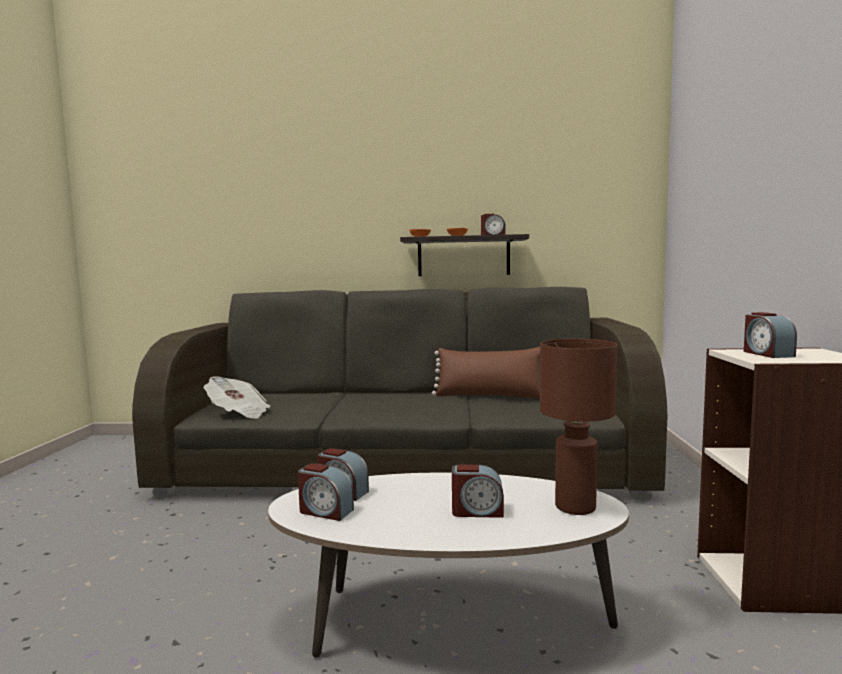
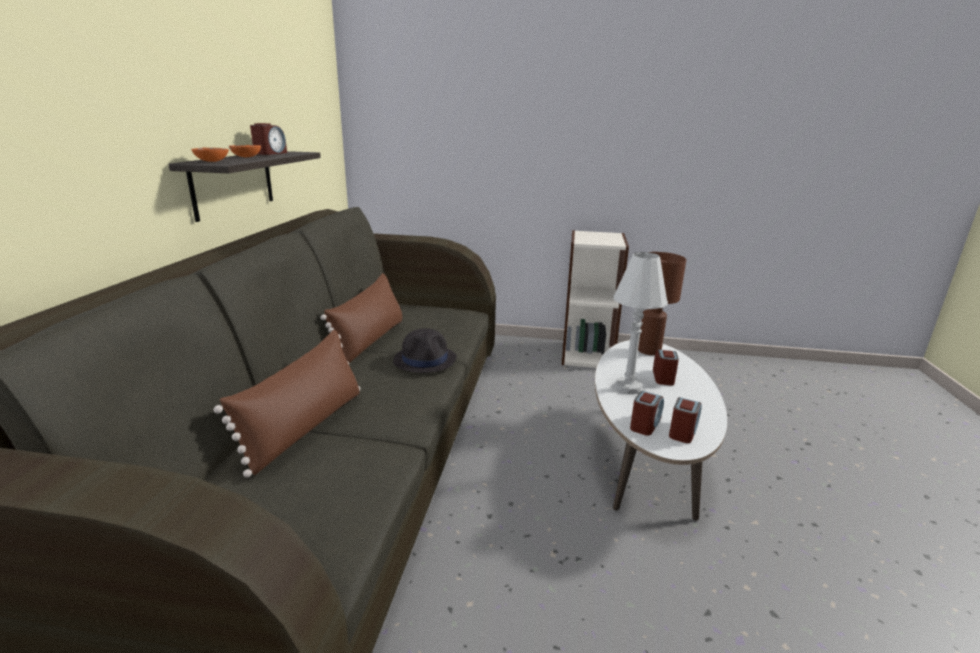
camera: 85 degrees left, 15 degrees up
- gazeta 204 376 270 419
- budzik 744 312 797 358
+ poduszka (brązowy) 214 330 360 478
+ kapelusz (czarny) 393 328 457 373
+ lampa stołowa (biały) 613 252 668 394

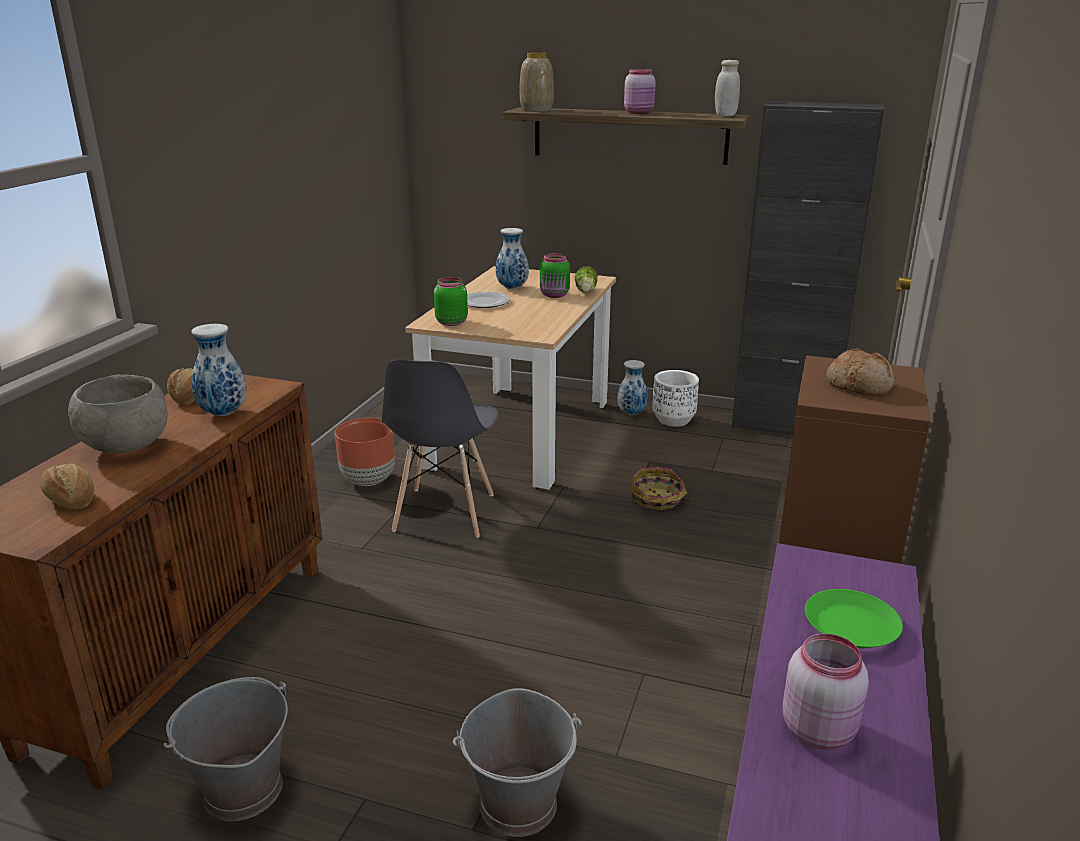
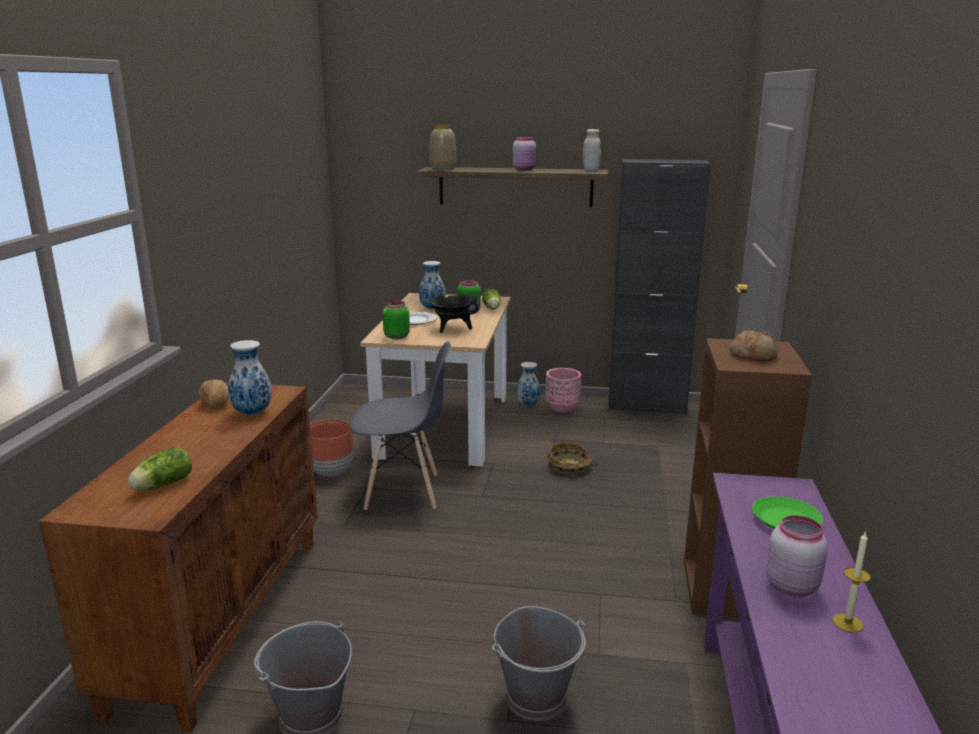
camera: 10 degrees left, 5 degrees down
- miska (szary) 68 375 168 453
+ garnek (czarny) 430 294 478 333
+ świeca 833 532 871 633
~ chleb 40 464 94 509 to sałata 128 447 192 490
~ donica (biały) 652 370 699 427 to donica (różowy) 545 368 581 412
~ krzesło (szary) 382 360 499 538 = 349 341 451 510 90 degrees counterclockwise

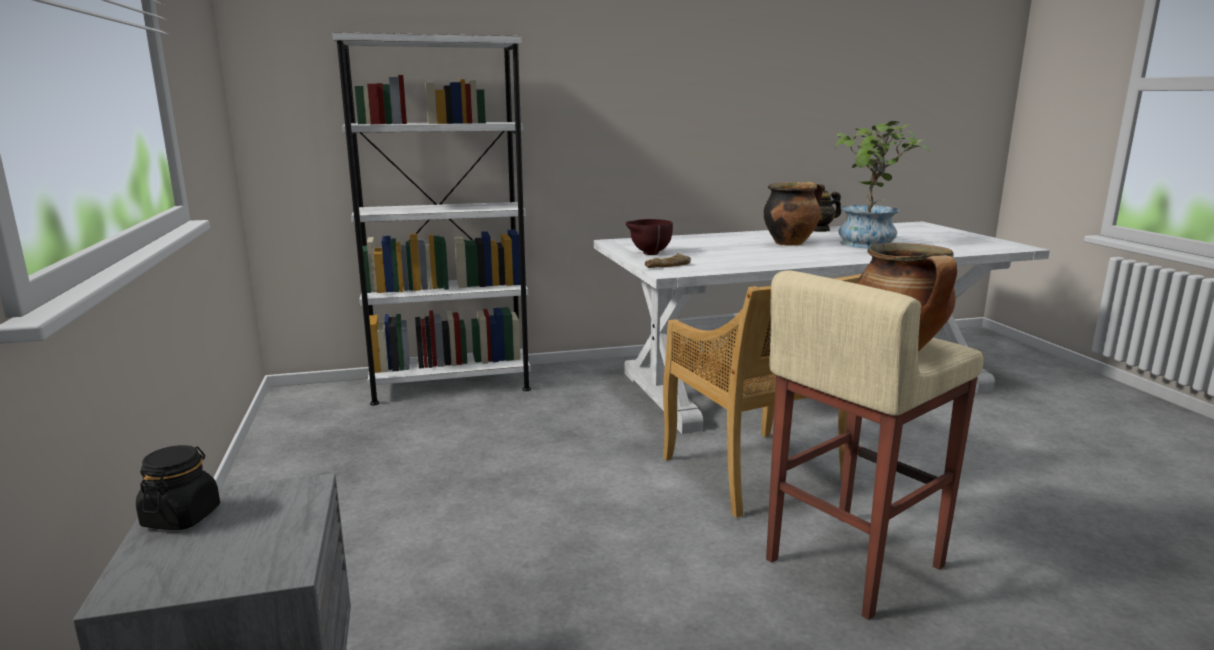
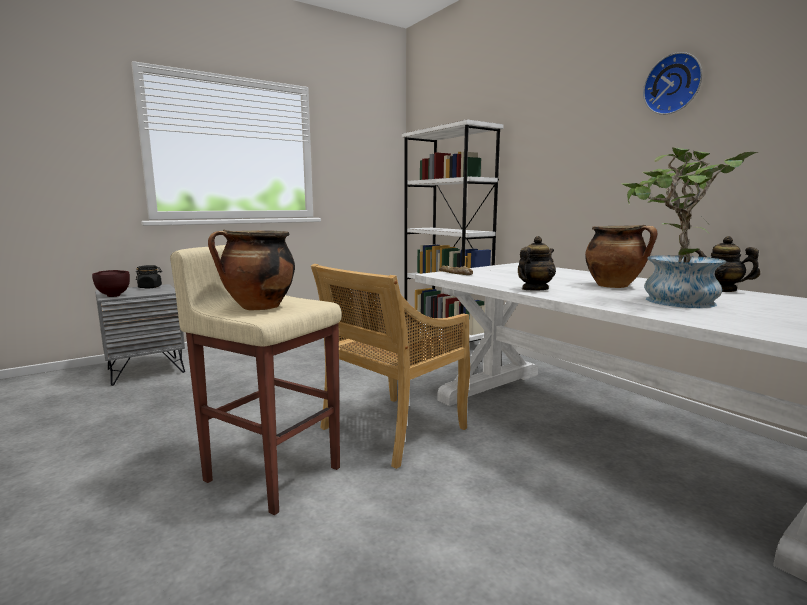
camera: 70 degrees right, 5 degrees down
+ imbryk 518 236 556 291
+ zegar ścienny 643 52 702 115
~ miska (brązowy) 626 219 673 255 to 92 270 130 297

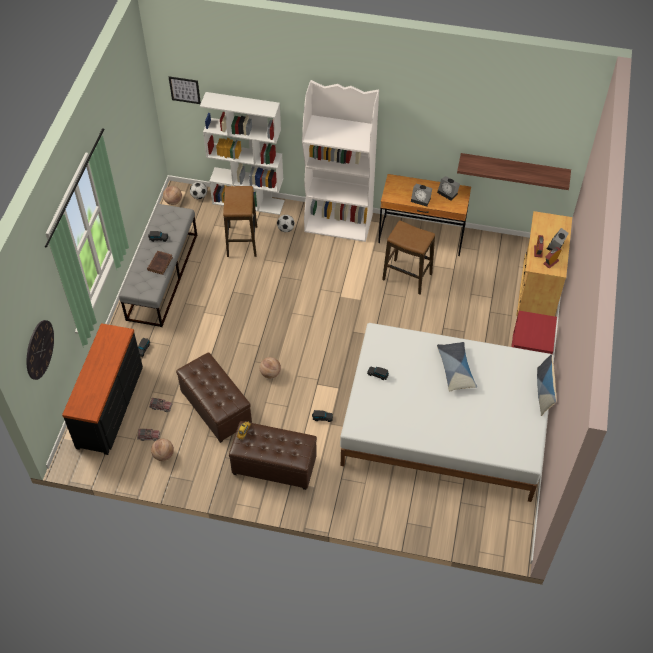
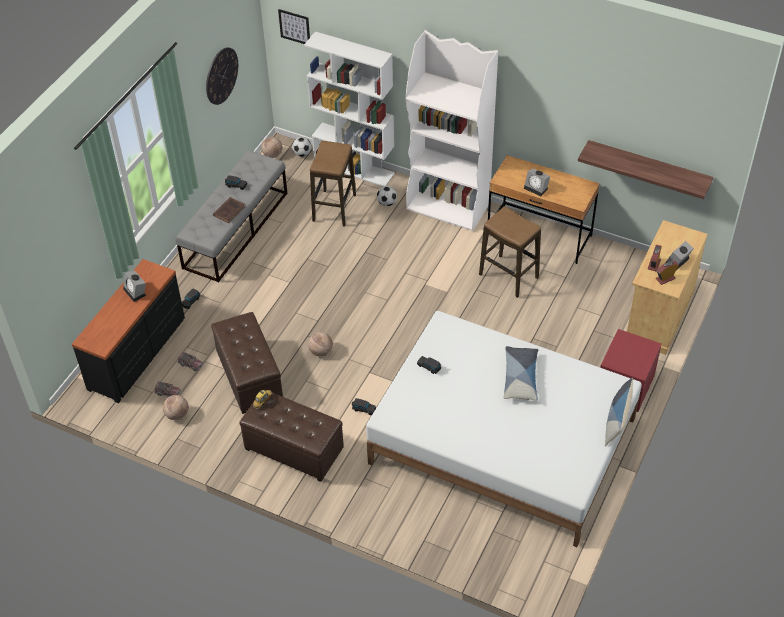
camera: 15 degrees right, 5 degrees down
~ zegar ścienny 27 320 54 380 to 206 47 238 105
~ budzik 437 176 460 201 to 123 271 146 302

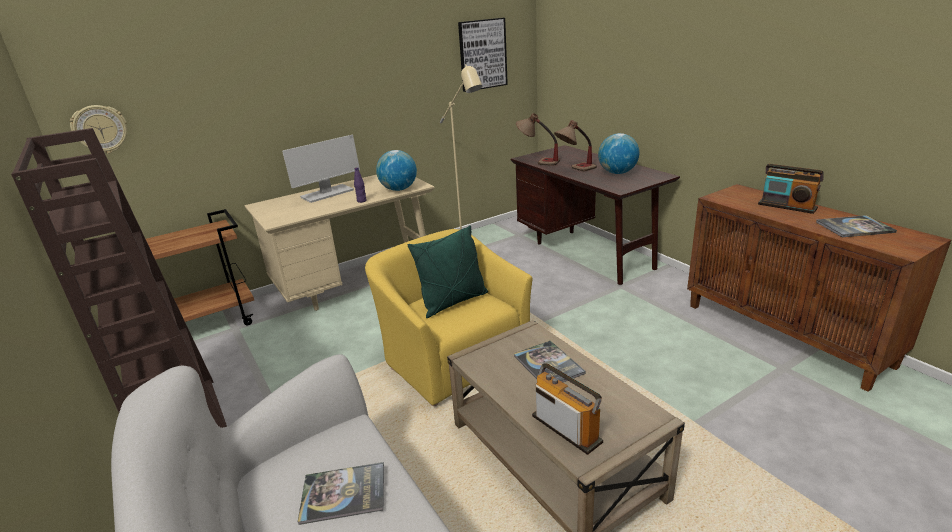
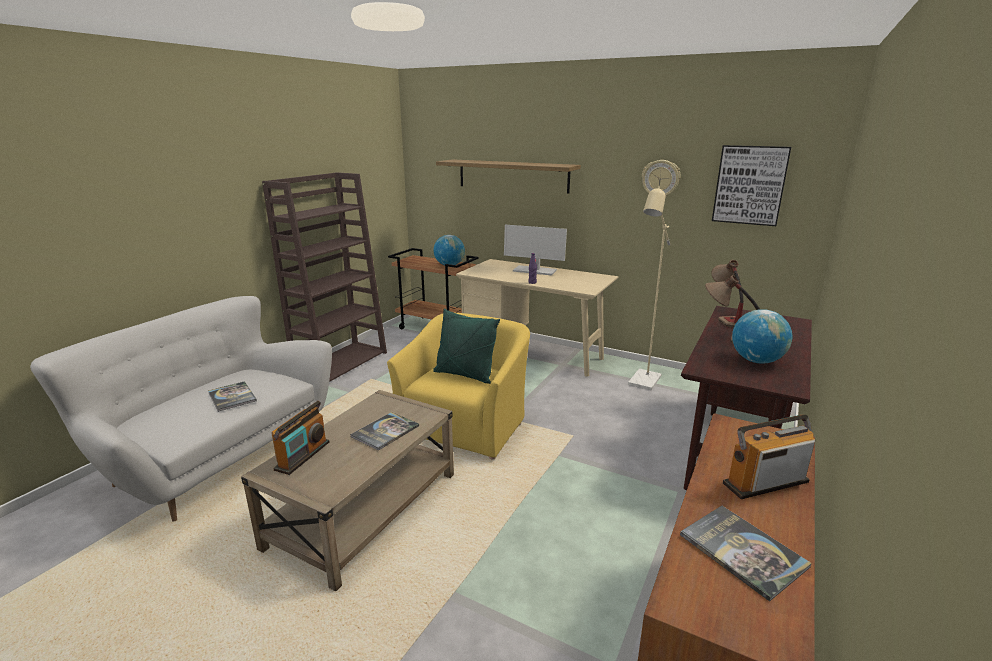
camera: 60 degrees right, 5 degrees down
+ półka 436 159 581 193
~ zegar ścienny 70 105 127 154 to 642 160 680 198
~ globus 376 150 417 191 to 434 235 465 265
~ radio 758 164 824 214 = 723 415 815 499 60 degrees clockwise

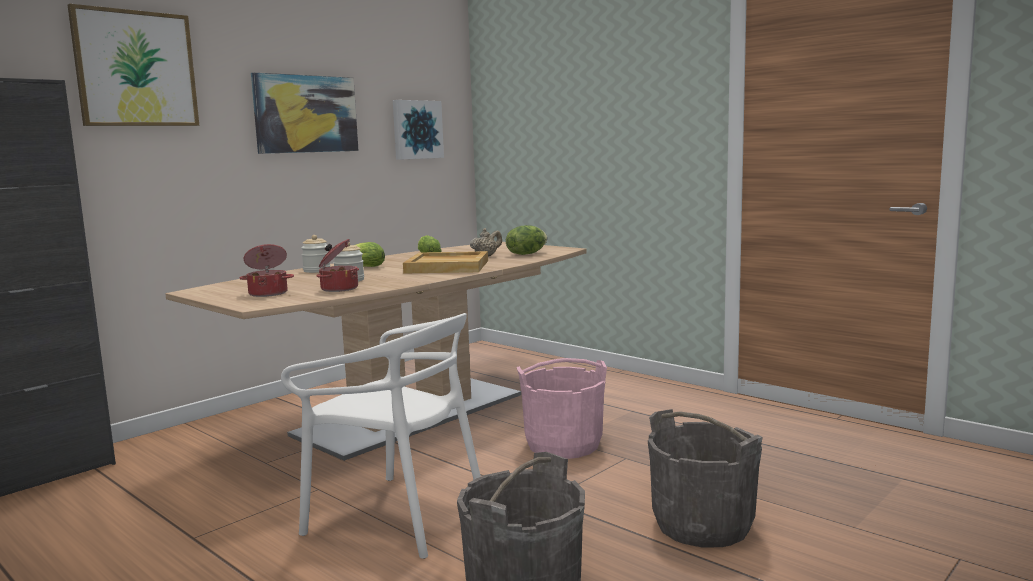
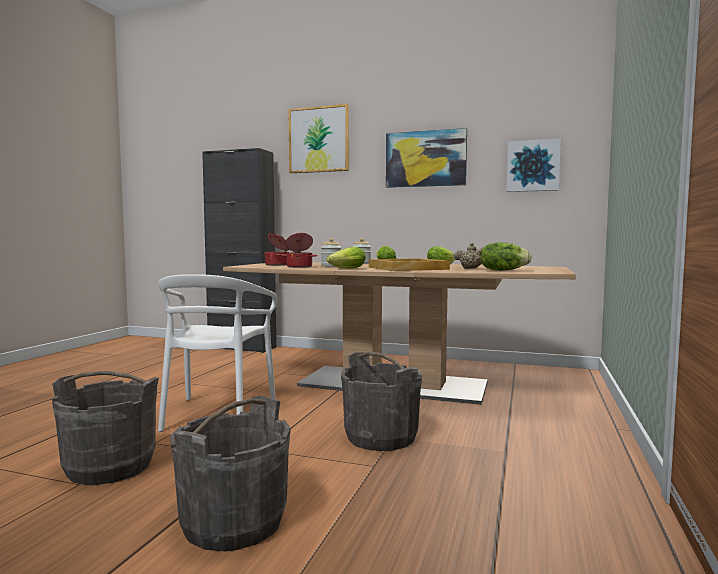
camera: 65 degrees right, 5 degrees down
+ sałata 327 247 366 269
~ wiadro (różowy) 517 358 607 459 to wiadro (szary) 341 352 422 451

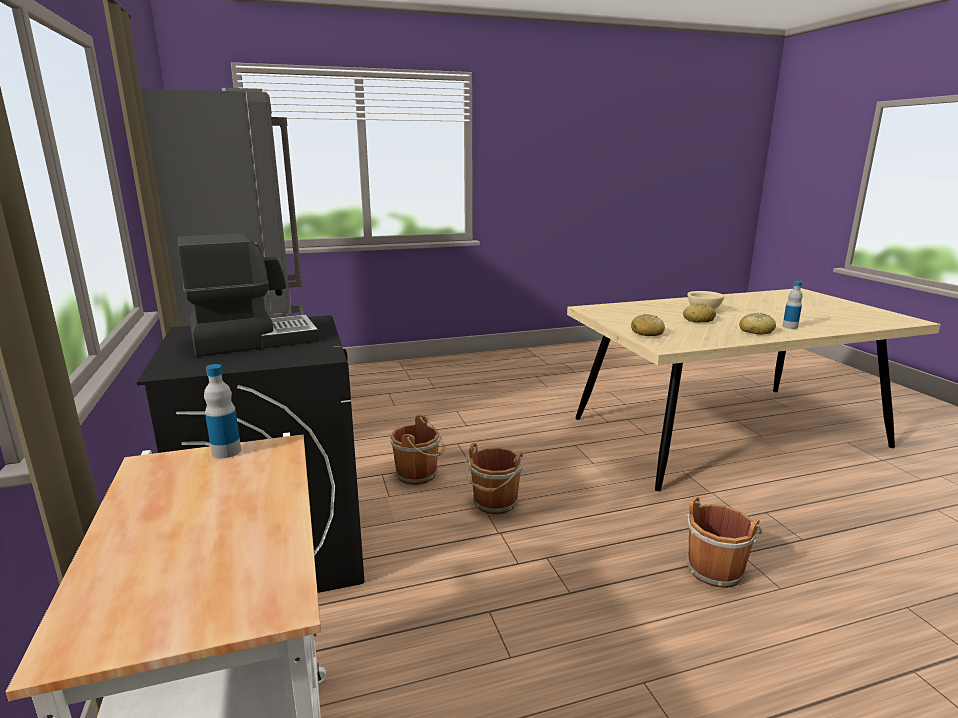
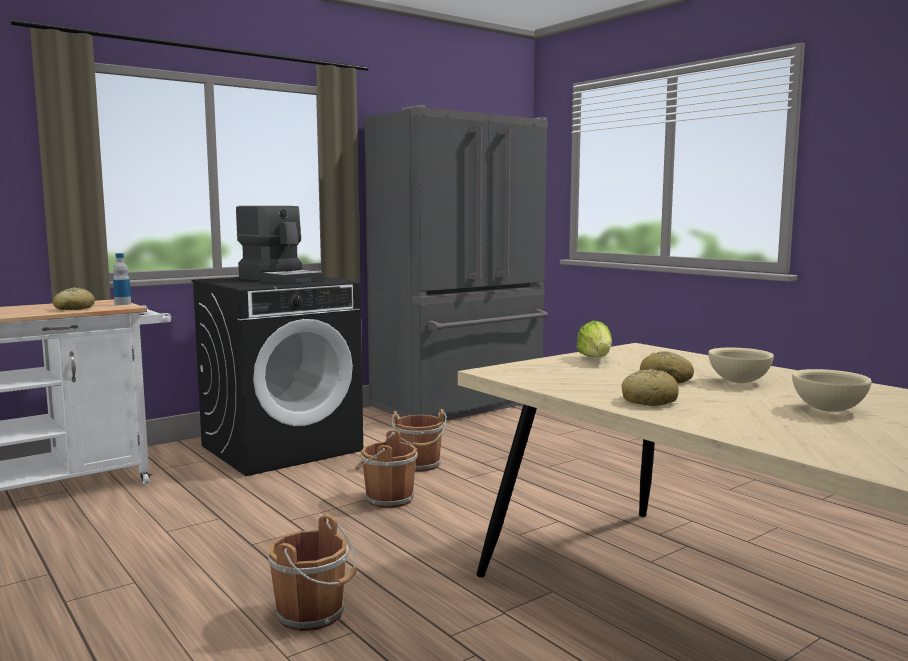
camera: 70 degrees right, 10 degrees down
- butelka 783 281 803 329
+ sałata 576 321 612 357
+ miska (beżowy) 792 369 872 412
~ chleb 631 314 665 336 to 53 287 95 310

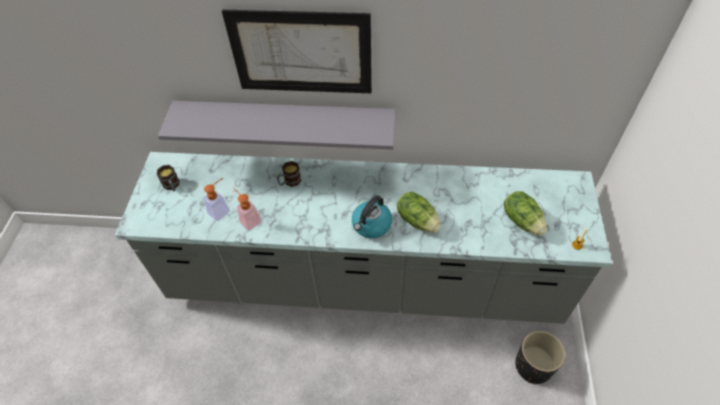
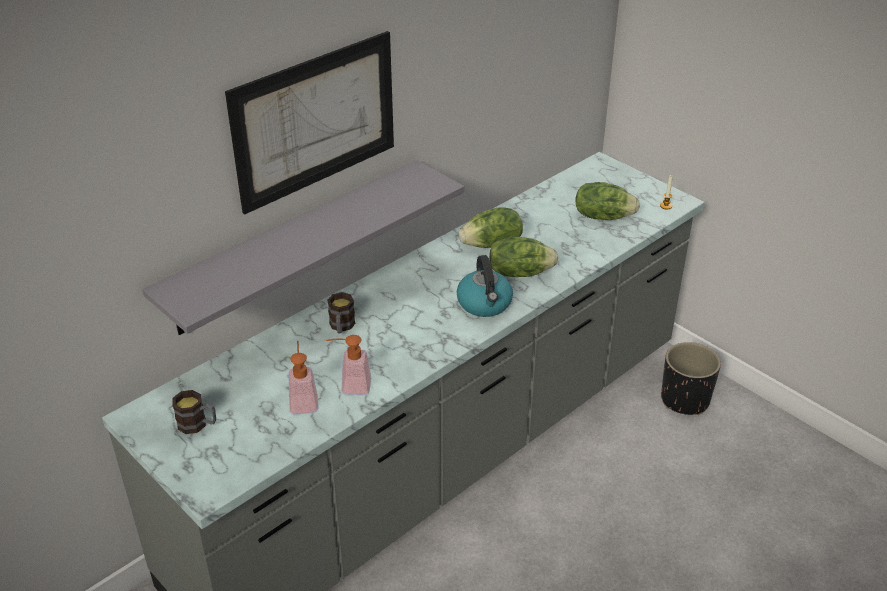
camera: 50 degrees left, 15 degrees down
+ sałata 459 207 523 248

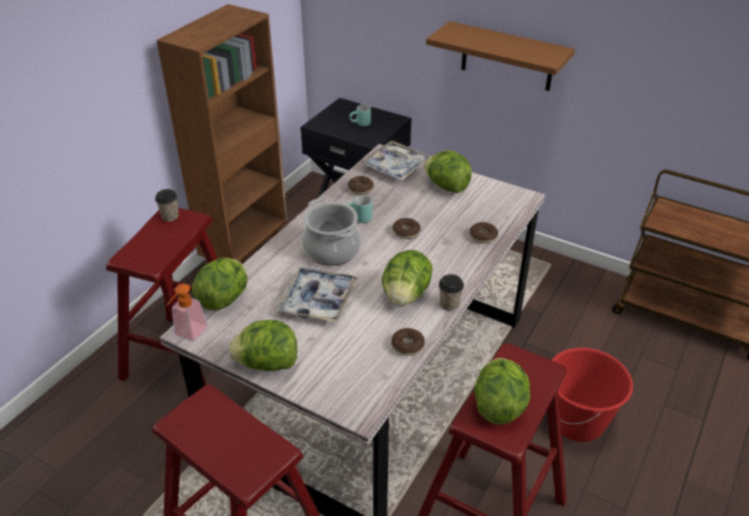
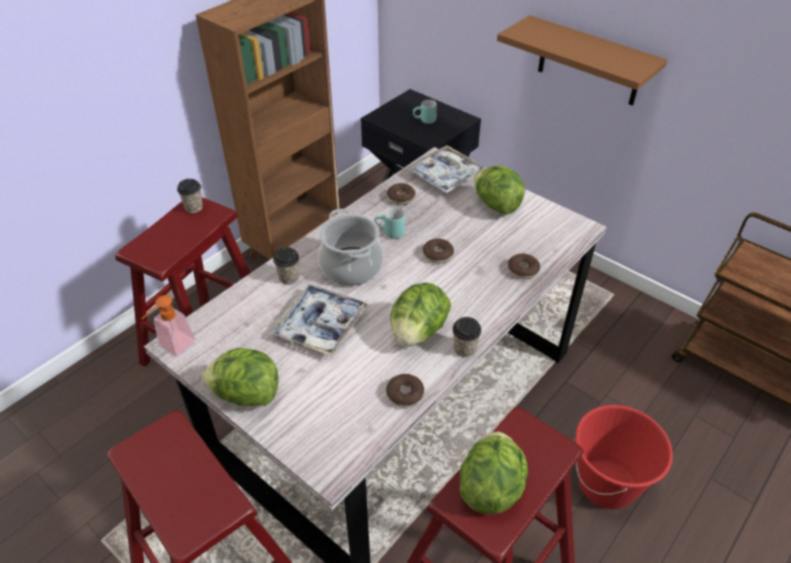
camera: 10 degrees right, 5 degrees up
- sałata 192 258 247 310
+ filiżanka 273 247 299 285

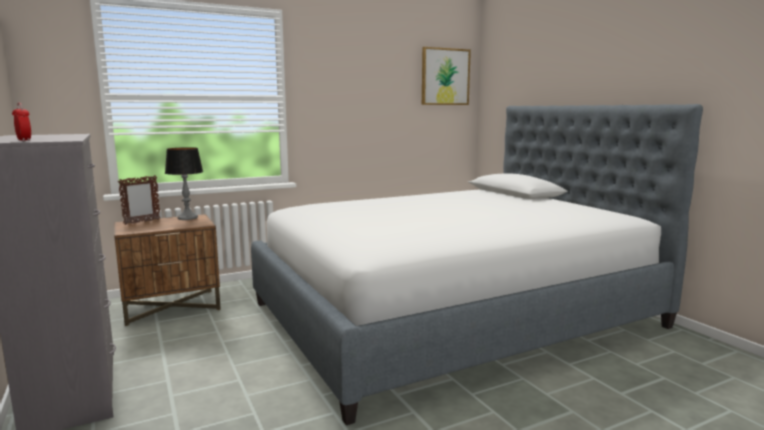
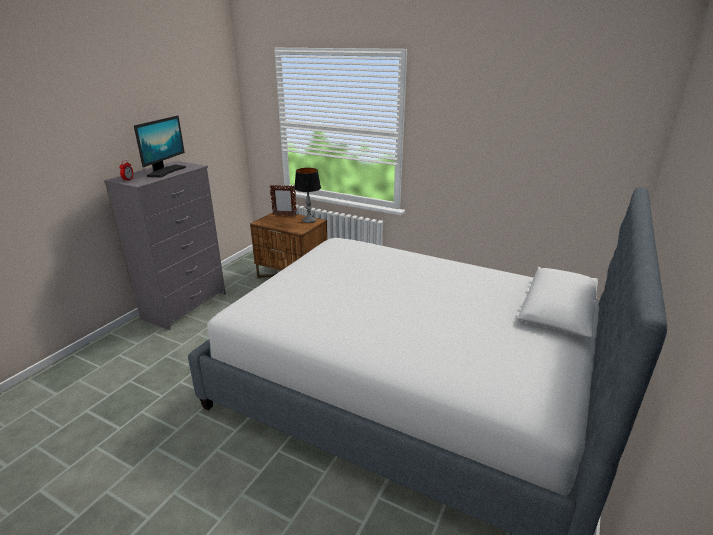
camera: 55 degrees right, 15 degrees up
- obraz 422 47 471 105
+ monitor 134 115 186 177

